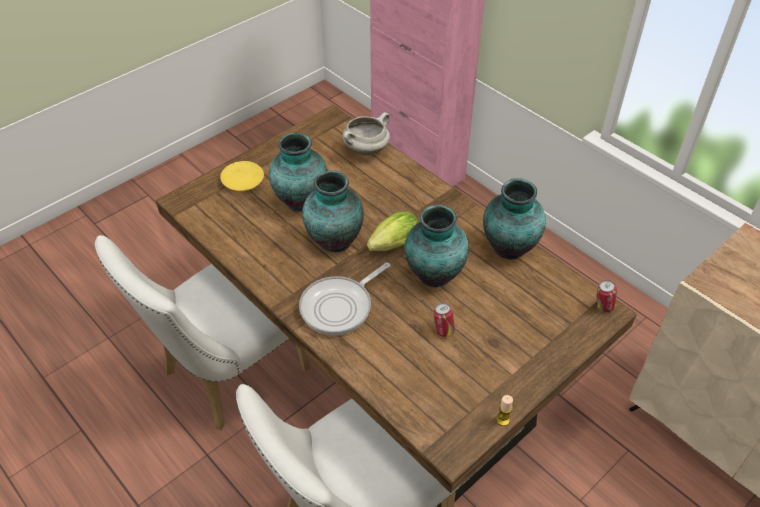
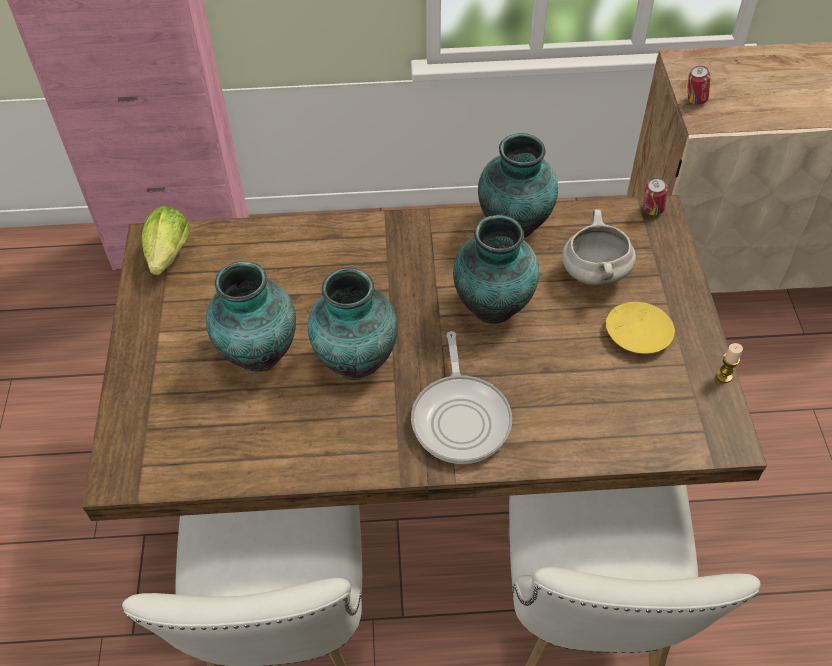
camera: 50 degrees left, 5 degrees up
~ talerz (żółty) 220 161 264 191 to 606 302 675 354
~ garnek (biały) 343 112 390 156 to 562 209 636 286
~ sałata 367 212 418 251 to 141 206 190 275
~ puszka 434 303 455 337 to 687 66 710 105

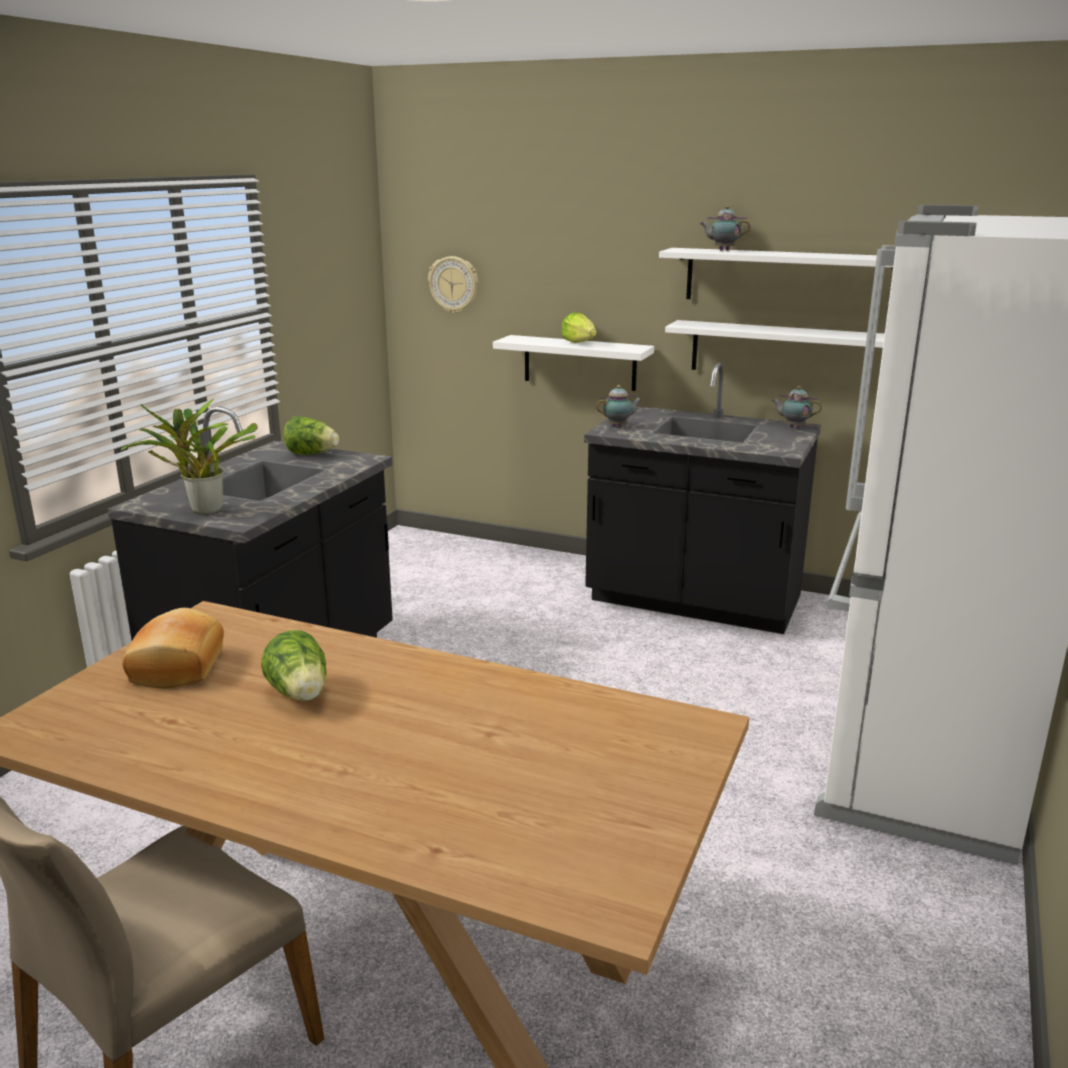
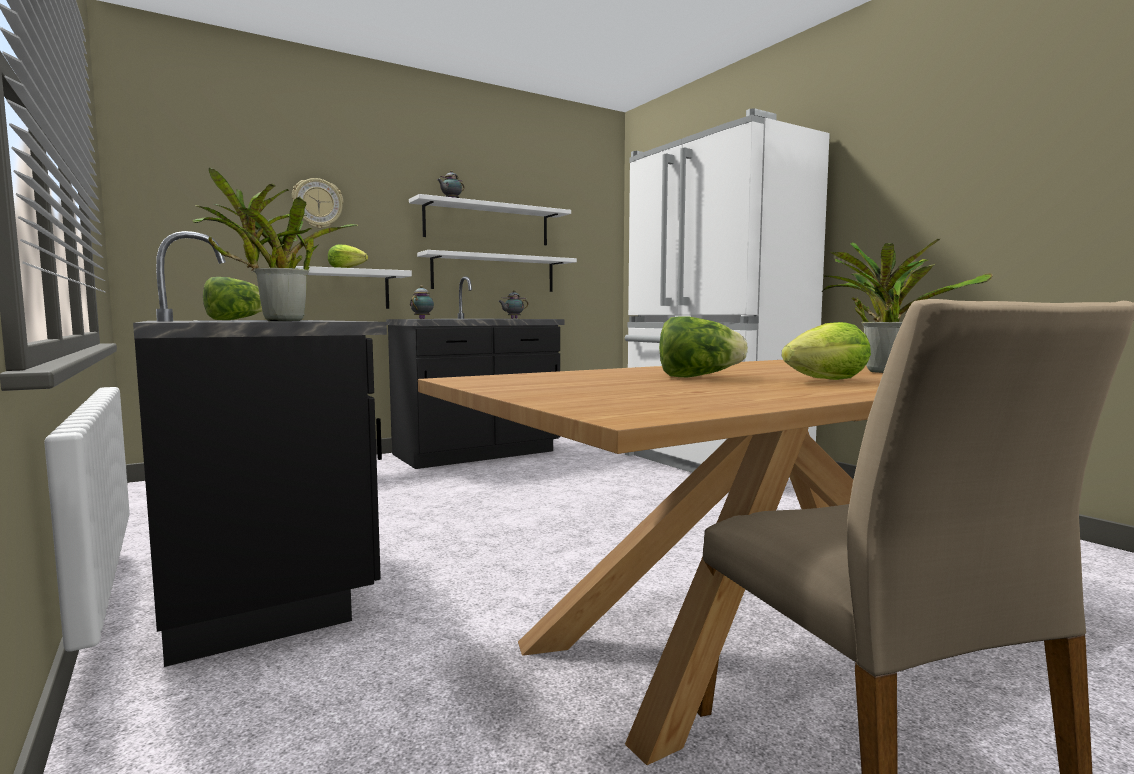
camera: 55 degrees left, 15 degrees down
- chleb 122 608 224 689
+ sałata 782 322 871 380
+ roślina doniczkowa 821 239 993 373
~ zegar ścienny 428 256 478 314 to 292 178 343 229

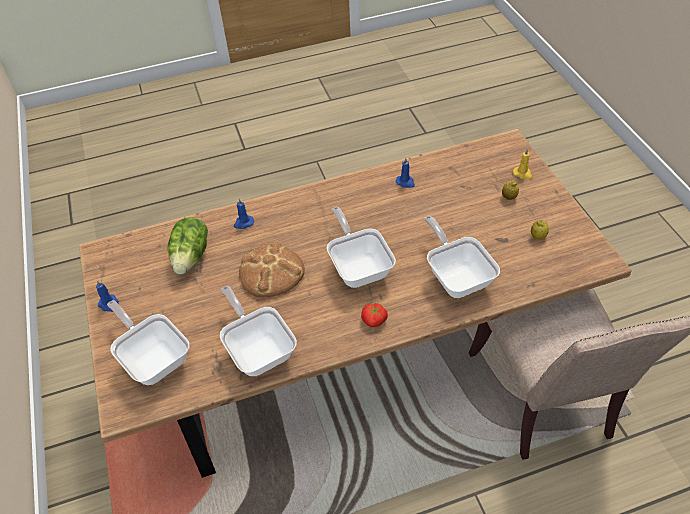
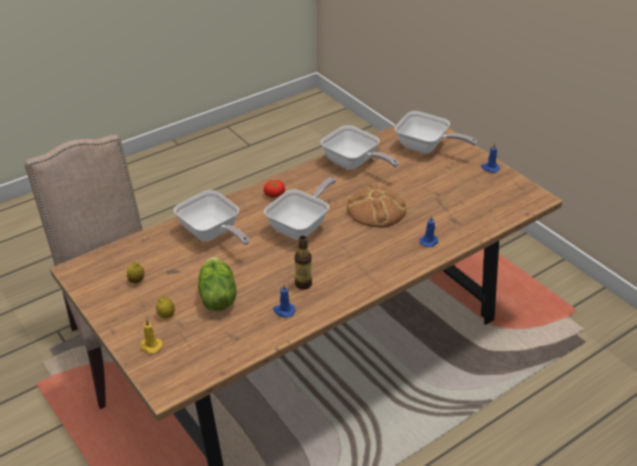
camera: 160 degrees right, 10 degrees down
+ butelka 295 236 312 290
~ sałata 168 217 208 274 to 198 257 236 311
~ patelnia 327 207 396 288 = 264 177 336 240 105 degrees counterclockwise

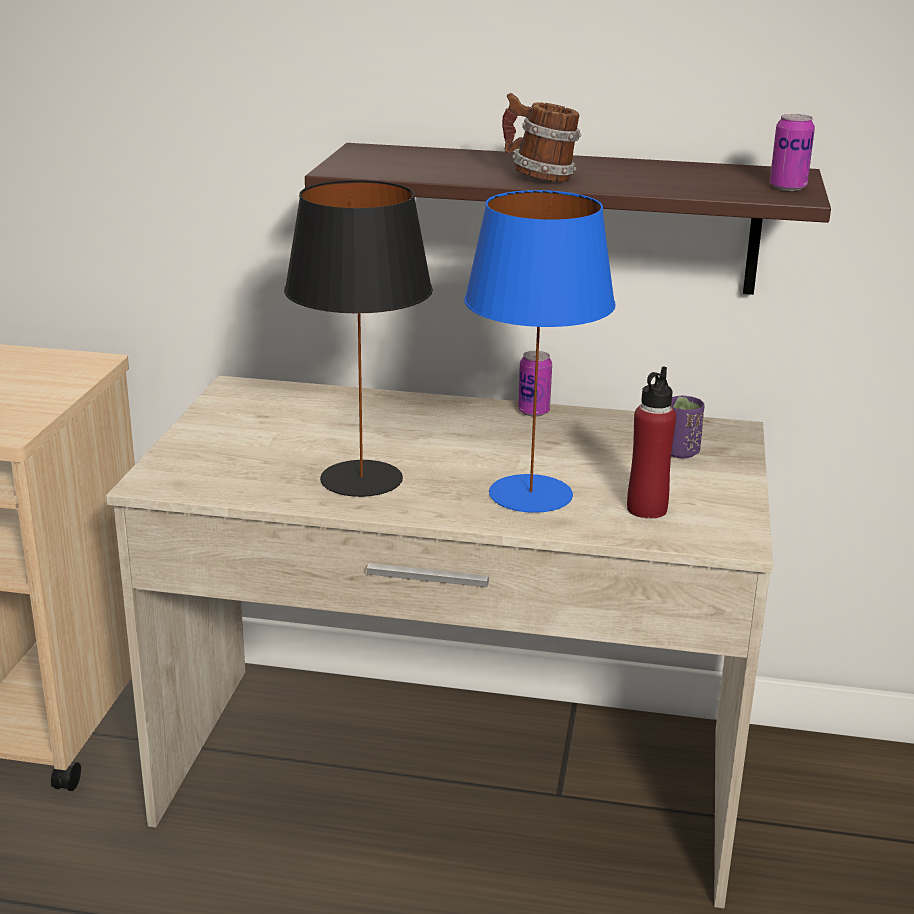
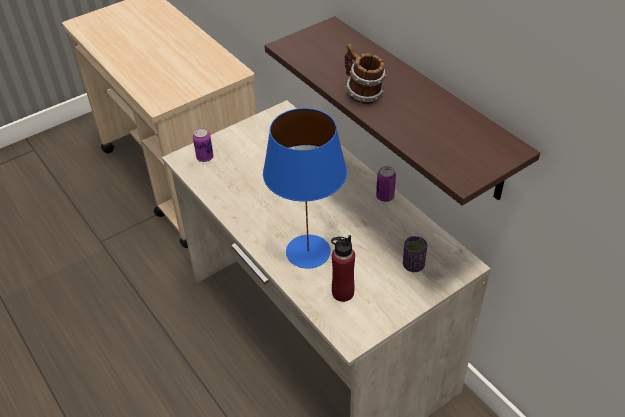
camera: 45 degrees right, 20 degrees up
- lampa stołowa (czarny) 284 180 433 497
~ puszka 770 114 815 191 to 193 128 213 162

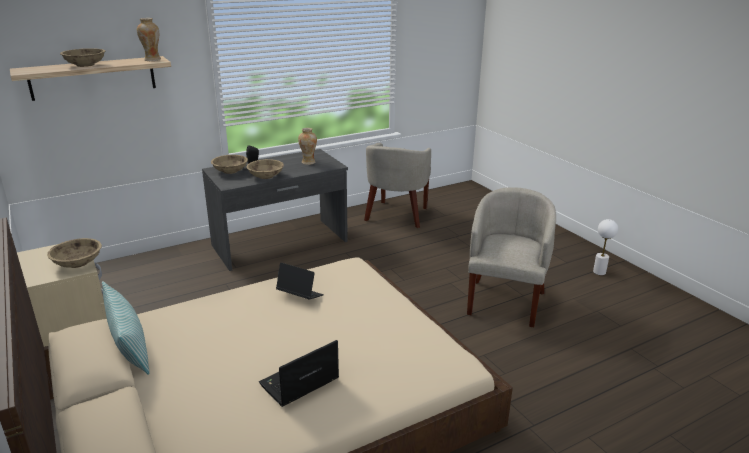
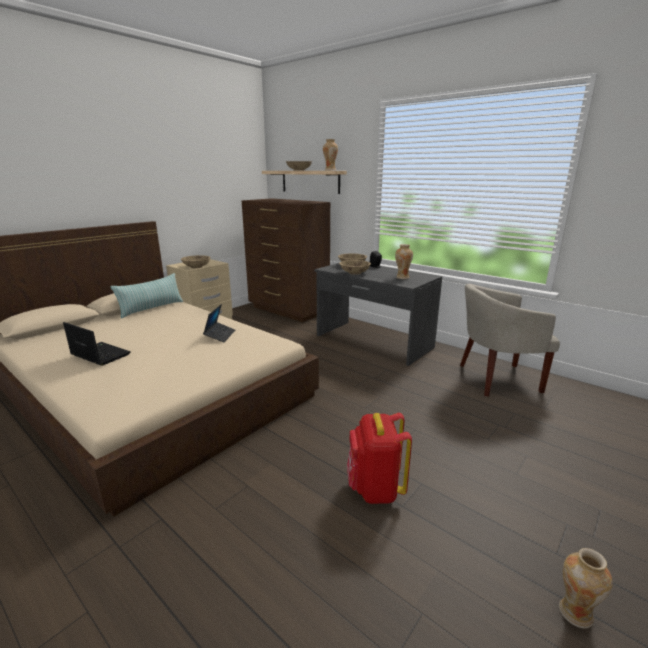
camera: 70 degrees right, 5 degrees down
+ komoda (brązowy) 242 198 330 322
~ fotel (beżowy) 467 187 556 328 to plecak (czerwony) 347 413 412 504
~ lampa stołowa (biały) 593 219 618 275 to wazon 559 548 613 628

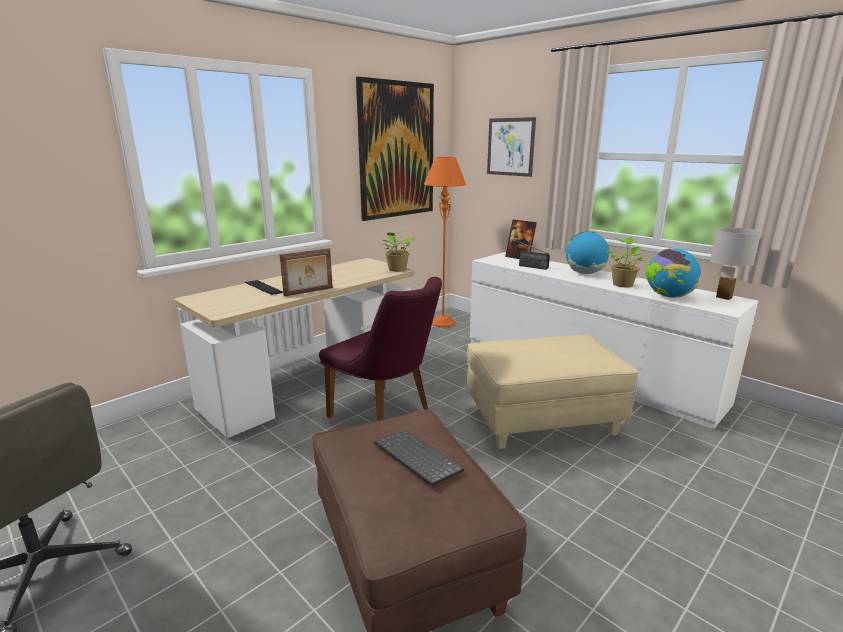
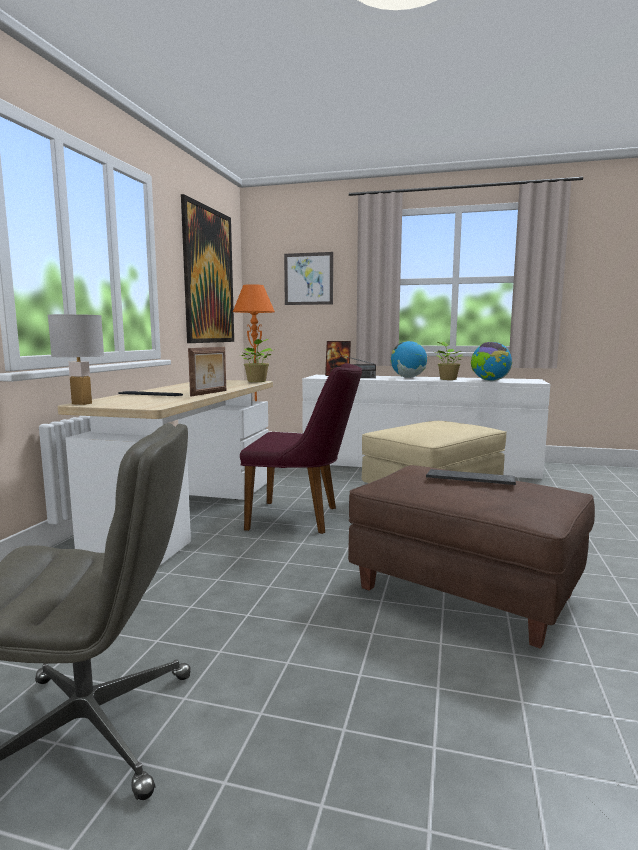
camera: 30 degrees left, 10 degrees down
~ lampa stołowa (biały) 710 227 761 300 to 48 314 104 405

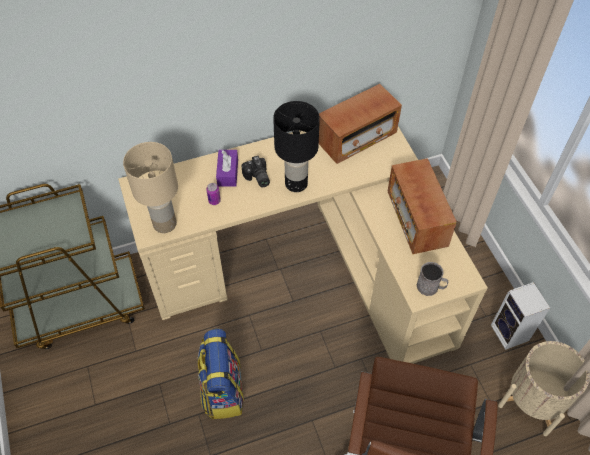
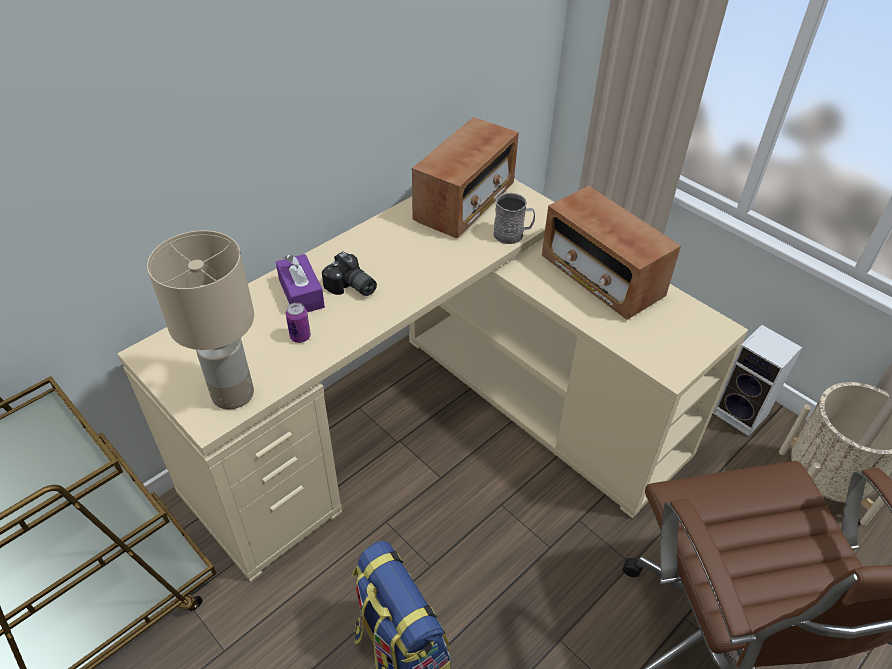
camera: 25 degrees left, 10 degrees down
- lampa stołowa (czarny) 273 101 320 192
~ kubek (szary) 417 262 448 296 to 493 193 535 244

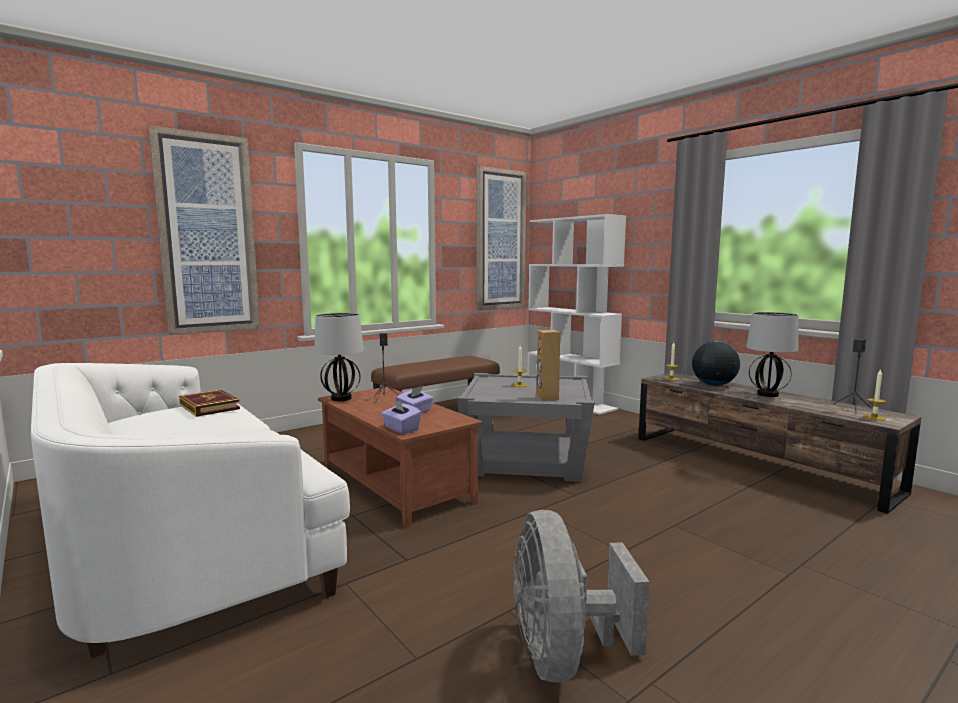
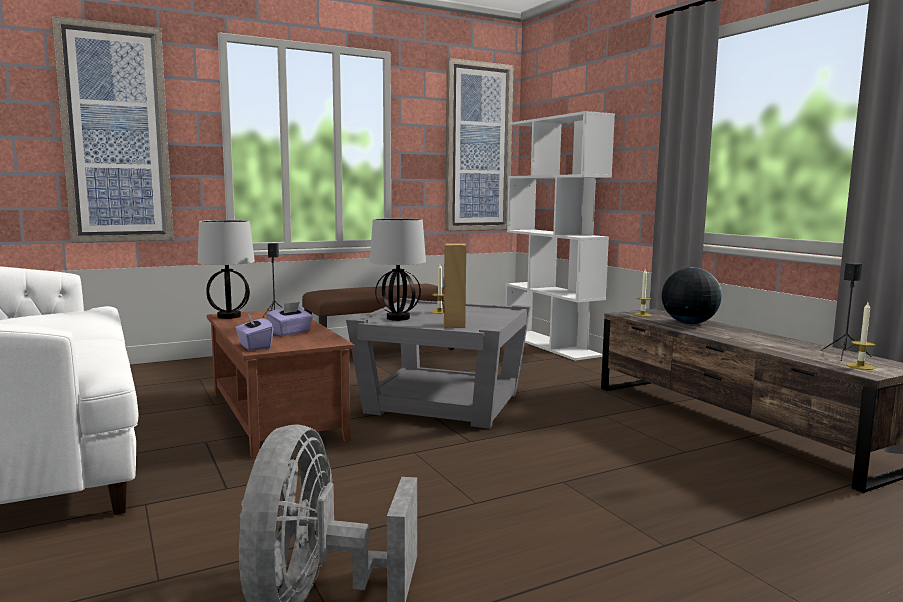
camera: 10 degrees right, 0 degrees up
- książka 179 390 240 417
~ lampa stołowa 746 312 799 397 to 370 218 426 321

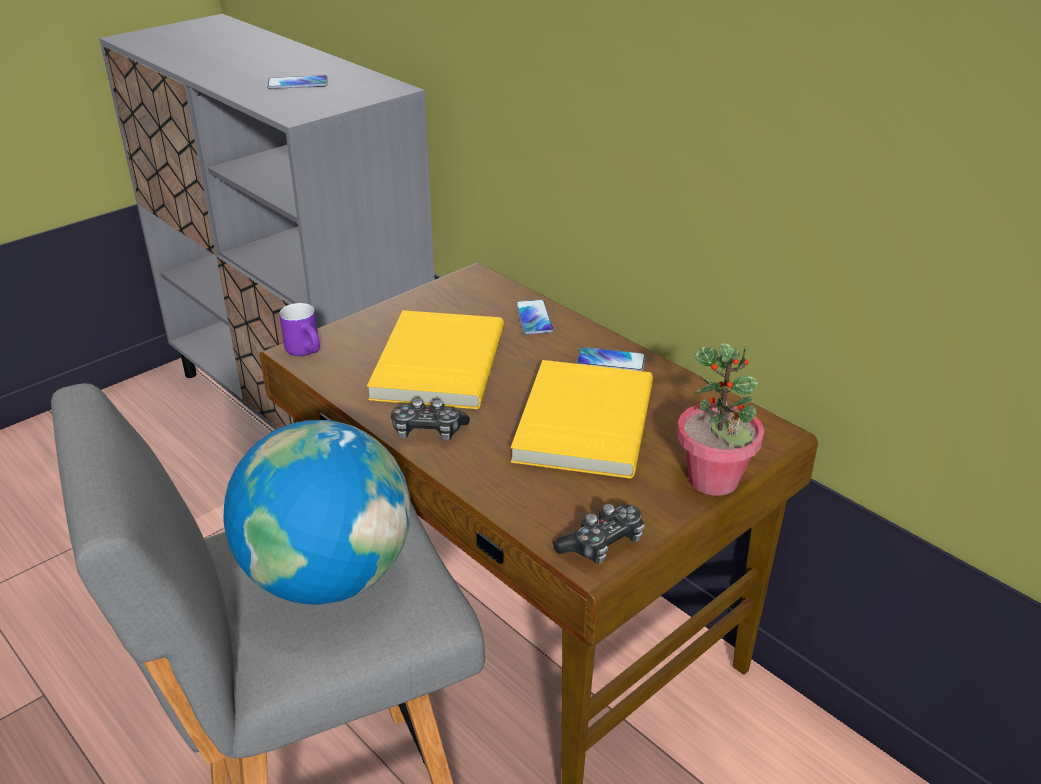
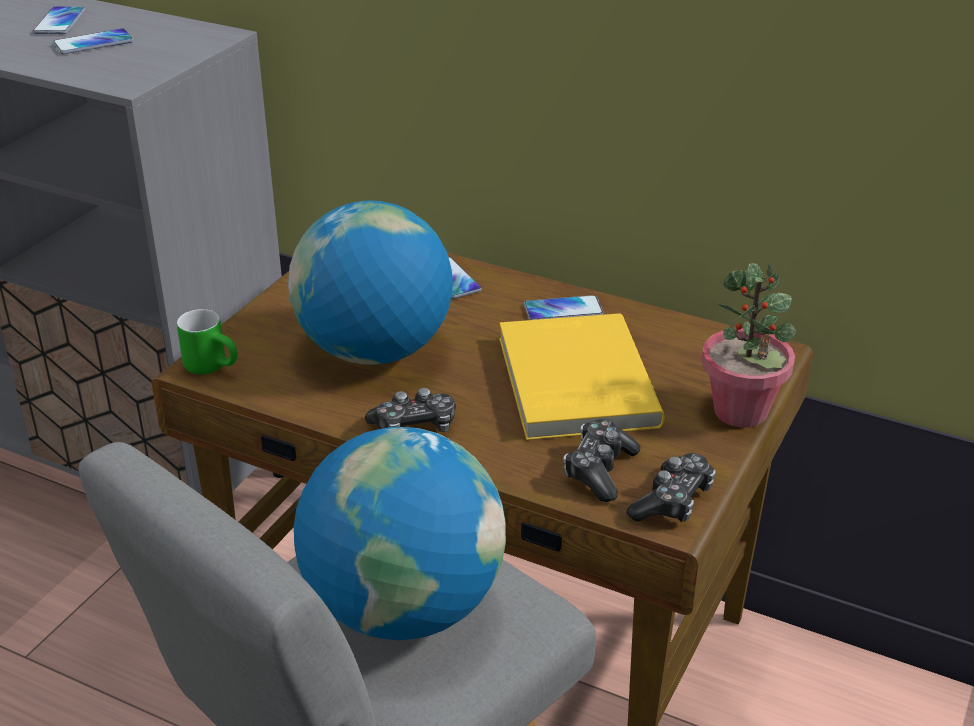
camera: 20 degrees left, 0 degrees up
+ telefon 33 7 85 34
+ pad do gier 563 419 641 502
~ książka (żółty) 367 310 504 409 to globus 288 200 453 365
~ kubek (fioletowy) 279 303 320 356 to kubek (zielony) 177 309 237 375

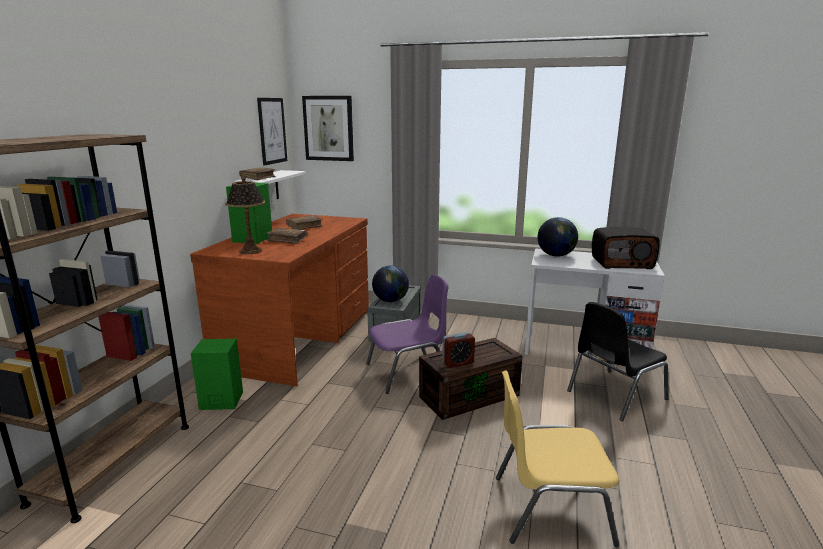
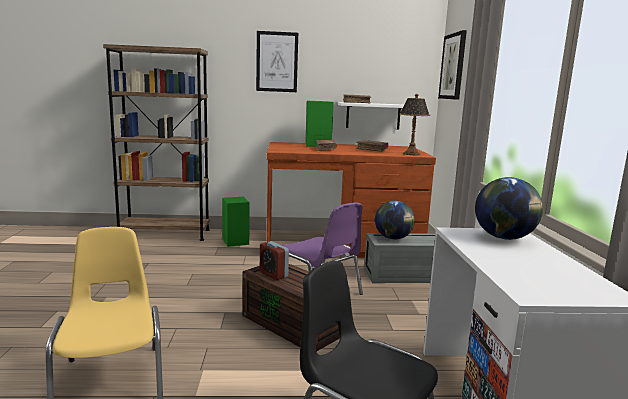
camera: 70 degrees right, 5 degrees down
- radio 592 227 660 269
~ lampa stołowa 225 177 265 254 to 399 94 430 155
~ obraz 257 98 287 166 to 256 31 298 92

